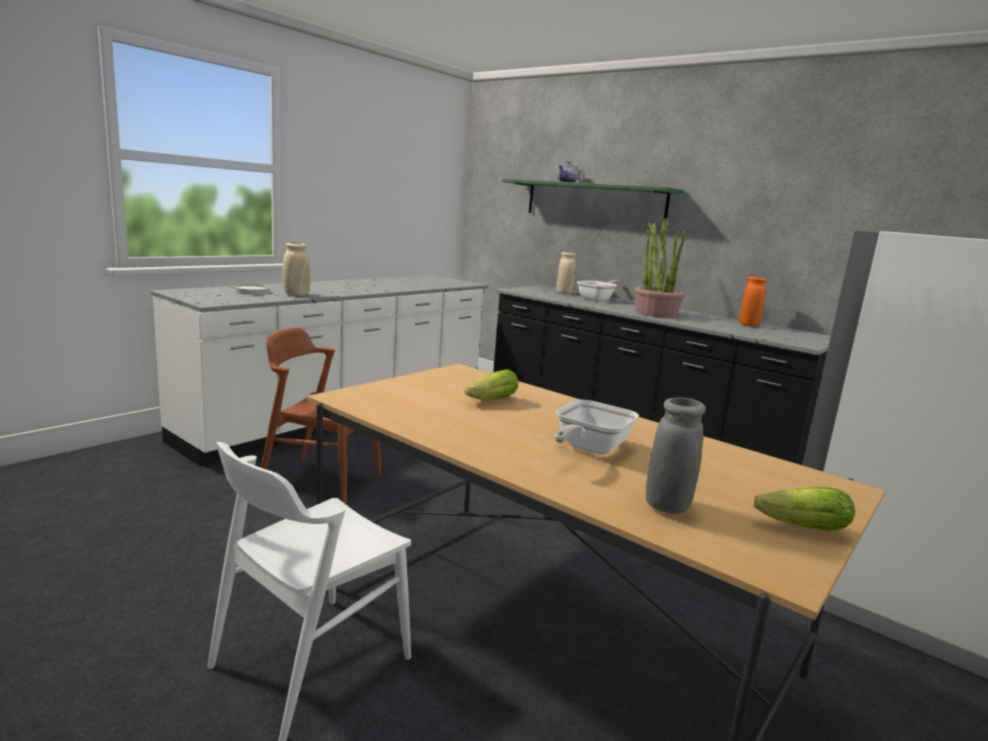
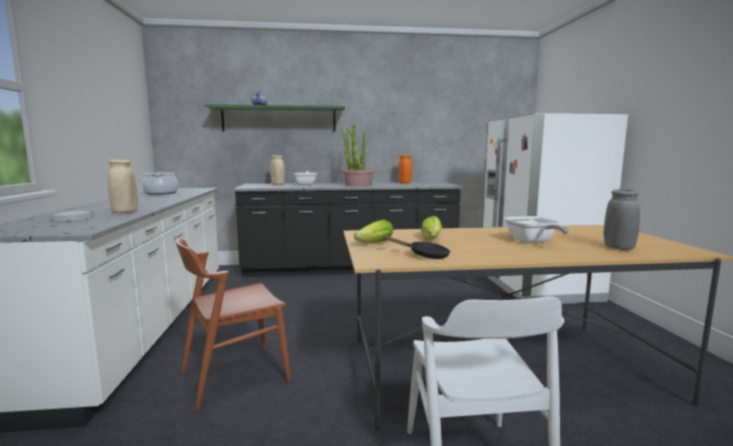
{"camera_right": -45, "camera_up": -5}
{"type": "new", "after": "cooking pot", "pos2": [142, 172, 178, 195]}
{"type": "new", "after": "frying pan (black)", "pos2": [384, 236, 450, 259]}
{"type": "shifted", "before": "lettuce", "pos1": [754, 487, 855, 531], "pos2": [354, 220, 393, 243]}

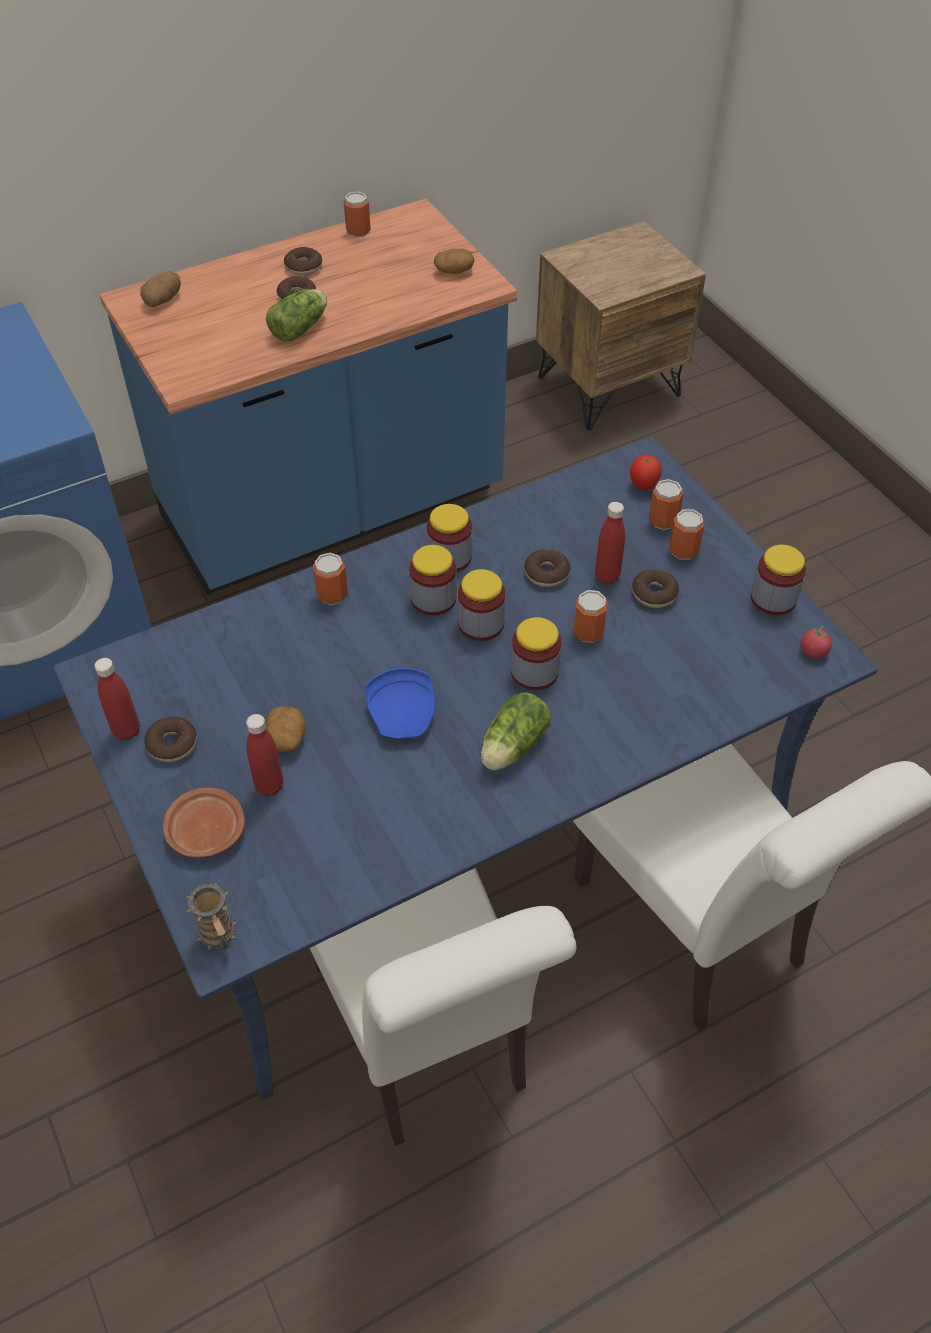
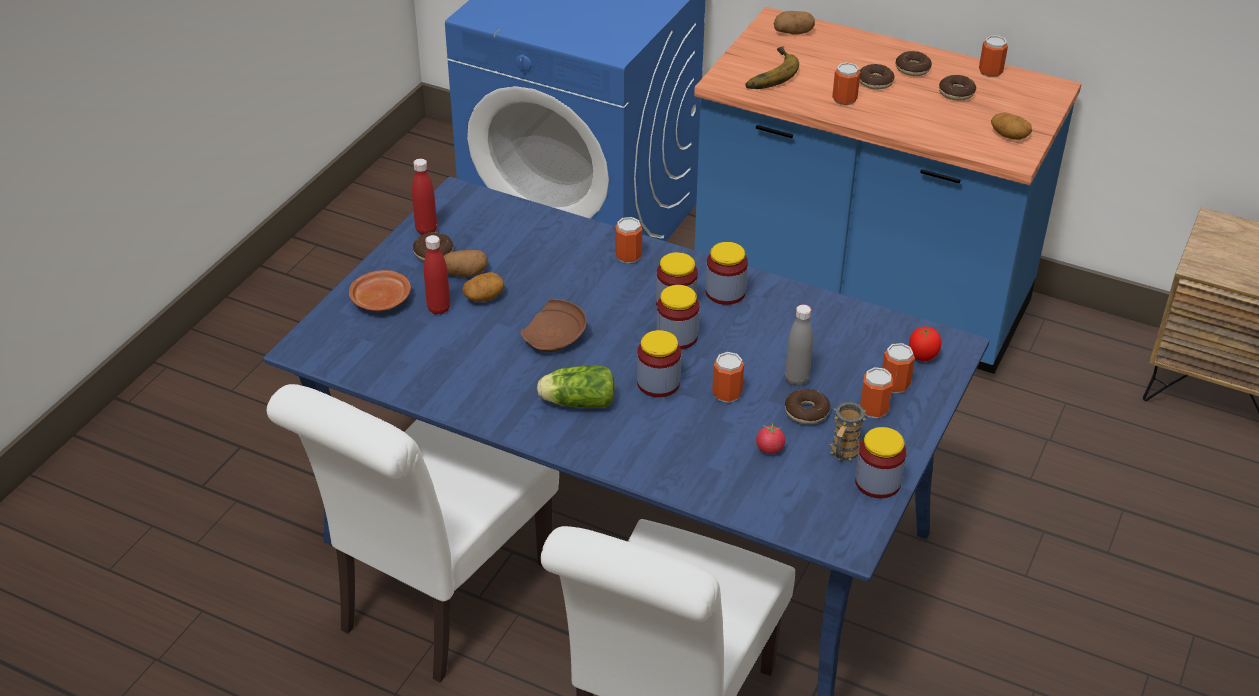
{"camera_right": 55, "camera_up": -10}
{"type": "new", "after": "potato", "pos2": [444, 250, 488, 277]}
{"type": "new", "after": "banana", "pos2": [745, 47, 799, 89]}
{"type": "shifted", "before": "mug", "pos1": [186, 883, 236, 950], "pos2": [830, 402, 866, 461]}
{"type": "shifted", "before": "donut", "pos1": [524, 549, 570, 587], "pos2": [939, 75, 976, 101]}
{"type": "shifted", "before": "tomato", "pos1": [800, 625, 832, 658], "pos2": [756, 422, 785, 454]}
{"type": "swapped", "before": "lettuce", "after": "can", "pos1": [266, 289, 327, 341], "pos2": [832, 62, 860, 106]}
{"type": "repainted", "before": "plate (blue)", "after": "plate (brown)", "pos1": [365, 668, 435, 739], "pos2": [520, 299, 587, 352]}
{"type": "repainted", "before": "bottle (red)", "after": "bottle (grey)", "pos1": [595, 502, 625, 584], "pos2": [785, 305, 813, 386]}

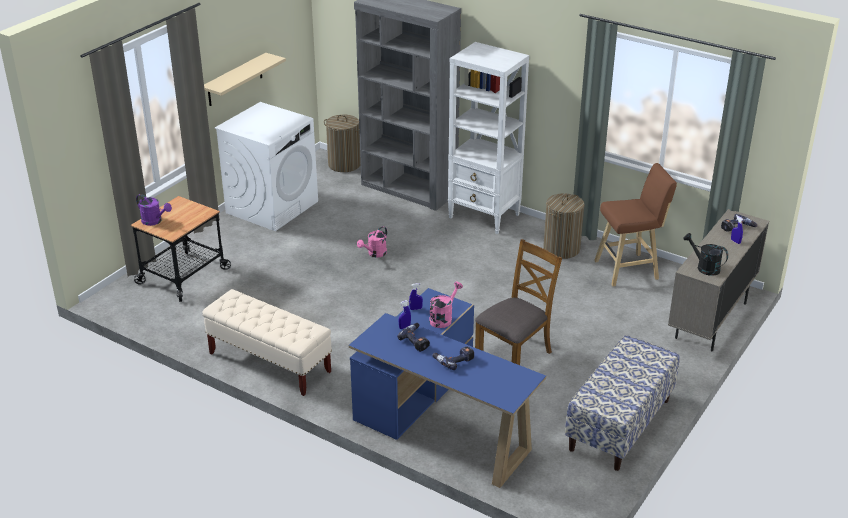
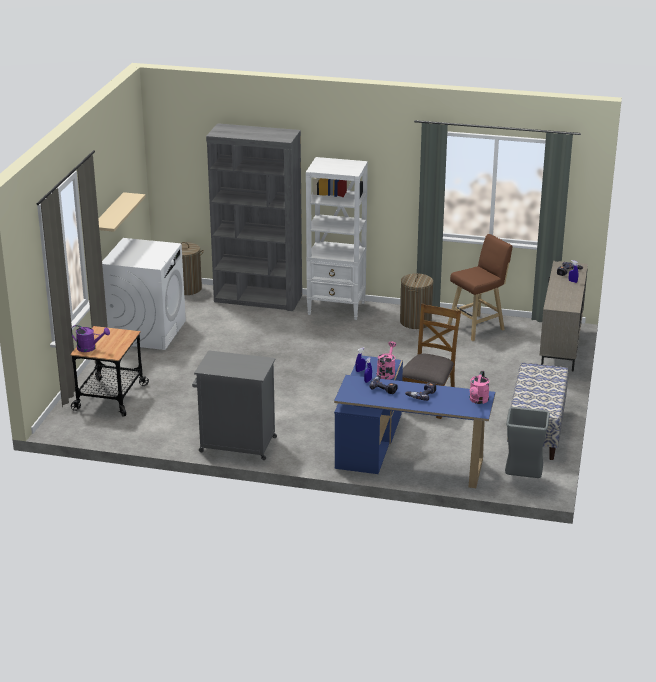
{"camera_right": -20, "camera_up": -5}
{"type": "gone", "before": "watering can (black)", "pos1": [683, 233, 728, 276]}
{"type": "new", "after": "trash can (grey)", "pos2": [505, 407, 550, 478]}
{"type": "shifted", "before": "watering can (pink)", "pos1": [357, 226, 387, 257], "pos2": [470, 370, 490, 404]}
{"type": "swapped", "before": "bench (beige)", "after": "cabinet (grey)", "pos1": [202, 289, 332, 396], "pos2": [192, 350, 277, 460]}

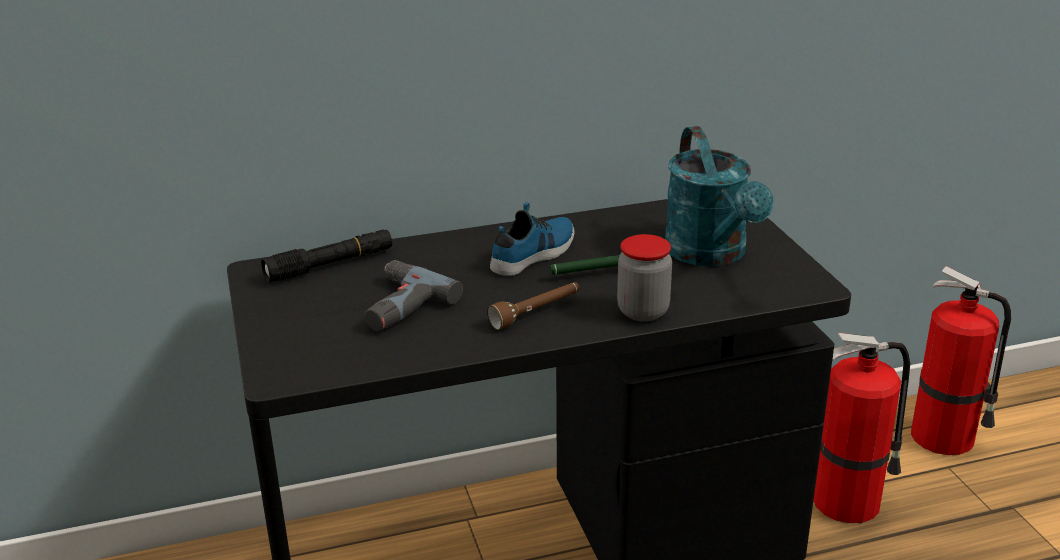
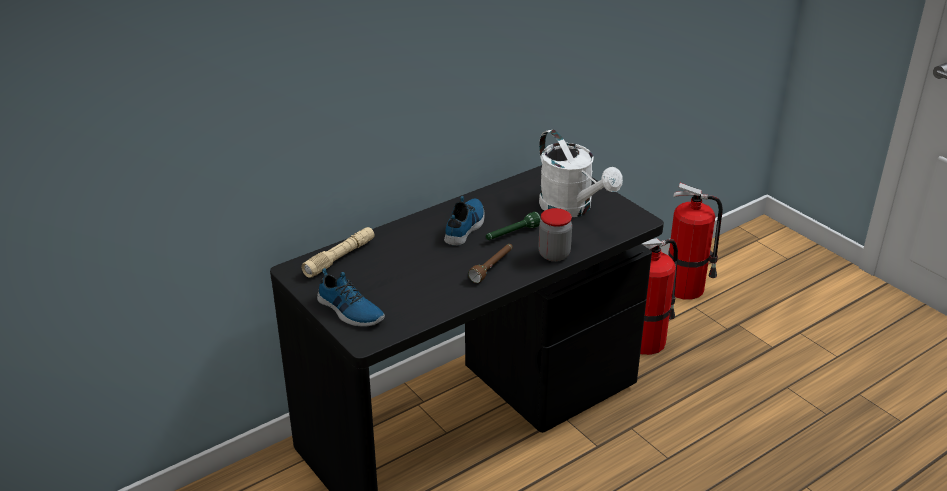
{"camera_right": -20, "camera_up": 5}
{"type": "gone", "before": "power drill", "pos1": [365, 260, 463, 332]}
{"type": "new", "after": "shoe", "pos2": [317, 268, 385, 327]}
{"type": "repainted", "before": "flashlight (black)", "after": "flashlight (beige)", "pos1": [261, 229, 392, 282], "pos2": [301, 227, 375, 278]}
{"type": "repainted", "before": "watering can (turquoise)", "after": "watering can (white)", "pos1": [665, 126, 773, 267], "pos2": [539, 129, 623, 217]}

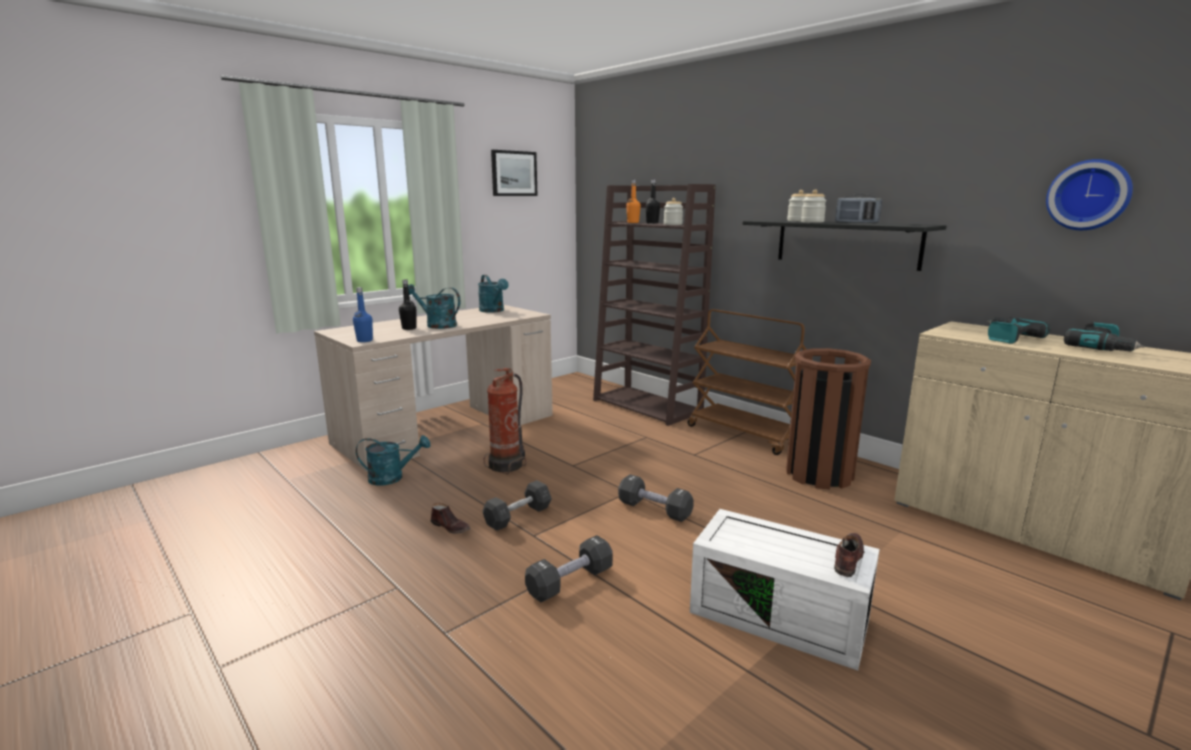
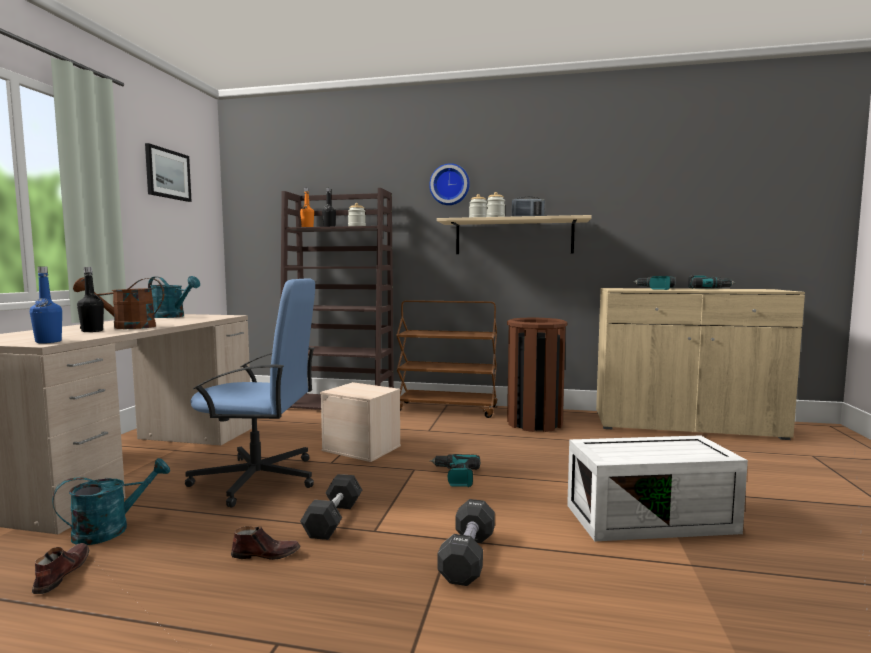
{"camera_right": -35, "camera_up": -10}
{"type": "new", "after": "storage box (beige)", "pos2": [320, 382, 401, 462]}
{"type": "shifted", "before": "shoe (brown)", "pos1": [834, 533, 864, 577], "pos2": [32, 543, 89, 594]}
{"type": "shifted", "before": "wall clock", "pos1": [1046, 159, 1133, 230], "pos2": [429, 163, 470, 205]}
{"type": "swapped", "before": "fire extinguisher", "after": "office chair (blue)", "pos1": [484, 368, 526, 474], "pos2": [184, 279, 315, 508]}
{"type": "swapped", "before": "dumbbell (black)", "after": "power drill", "pos1": [618, 474, 694, 522], "pos2": [430, 454, 480, 487]}
{"type": "repainted", "before": "watering can (turquoise)", "after": "watering can (brown)", "pos1": [408, 284, 460, 329], "pos2": [73, 277, 164, 329]}
{"type": "repainted", "before": "shelf (black)", "after": "shelf (beige)", "pos1": [743, 220, 947, 271], "pos2": [437, 215, 592, 254]}

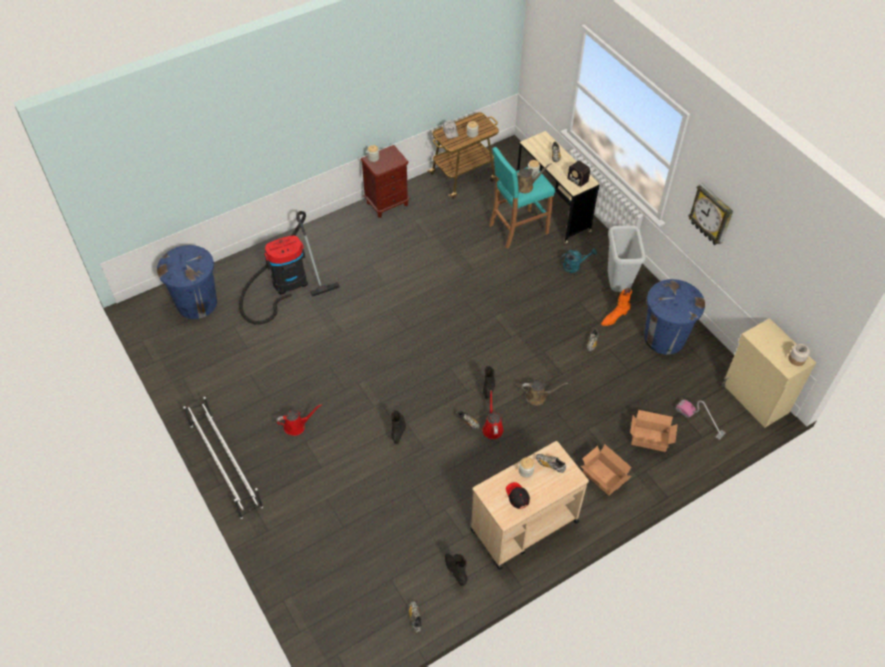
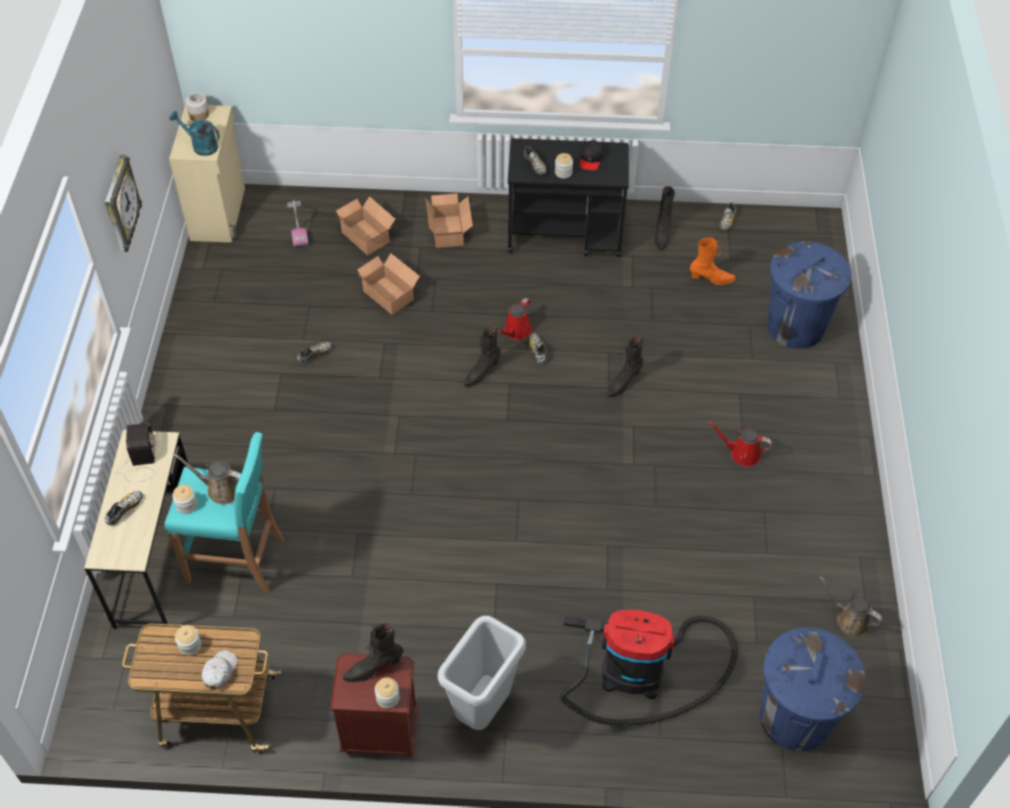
{"camera_right": -145, "camera_up": 0}
{"type": "gone", "before": "shoe rack (white)", "pos1": [183, 397, 263, 519]}
{"type": "new", "after": "boot (black)", "pos2": [342, 623, 404, 682]}
{"type": "new", "after": "cardboard box", "pos2": [357, 253, 420, 315]}
{"type": "shifted", "before": "watering can (brown)", "pos1": [521, 380, 568, 406], "pos2": [820, 576, 883, 637]}
{"type": "shifted", "before": "watering can (turquoise)", "pos1": [560, 248, 597, 273], "pos2": [169, 111, 219, 156]}
{"type": "shifted", "before": "boot (orange)", "pos1": [601, 288, 632, 326], "pos2": [690, 237, 736, 285]}
{"type": "shifted", "before": "trash can (grey)", "pos1": [608, 226, 646, 292], "pos2": [438, 616, 526, 730]}
{"type": "shifted", "before": "trash can (blue)", "pos1": [644, 279, 705, 354], "pos2": [767, 242, 852, 349]}
{"type": "repainted", "before": "cart (beige)", "after": "cart (black)", "pos1": [470, 441, 589, 570], "pos2": [507, 138, 629, 257]}

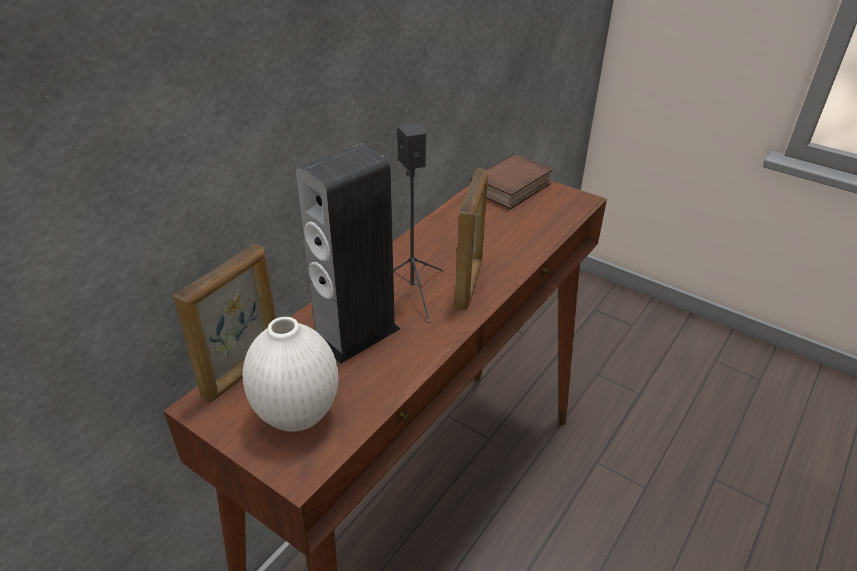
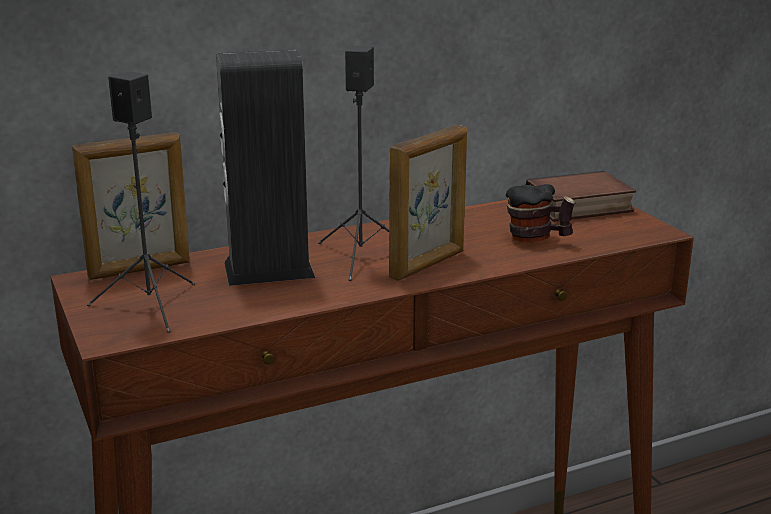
{"camera_right": 30, "camera_up": -15}
{"type": "new", "after": "mug", "pos2": [506, 184, 576, 243]}
{"type": "swapped", "before": "vase (white)", "after": "speaker (black)", "pos1": [243, 317, 339, 432], "pos2": [87, 71, 195, 333]}

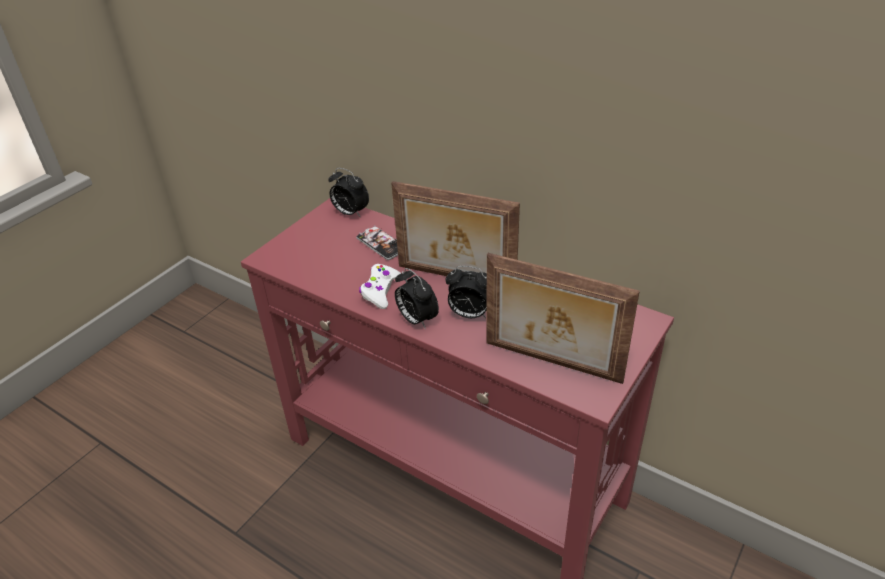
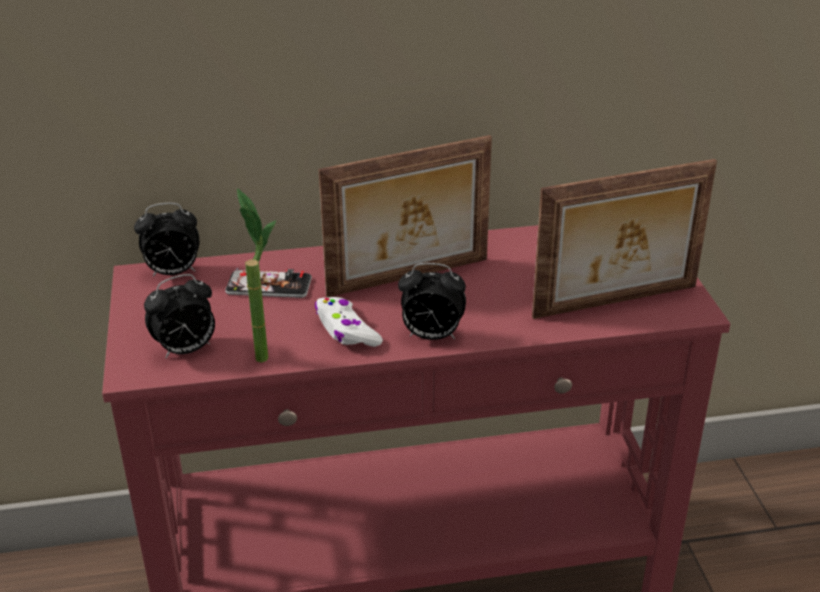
{"camera_right": -45, "camera_up": -5}
{"type": "new", "after": "potted plant", "pos2": [237, 188, 276, 363]}
{"type": "shifted", "before": "alarm clock", "pos1": [445, 266, 487, 318], "pos2": [144, 274, 215, 359]}

